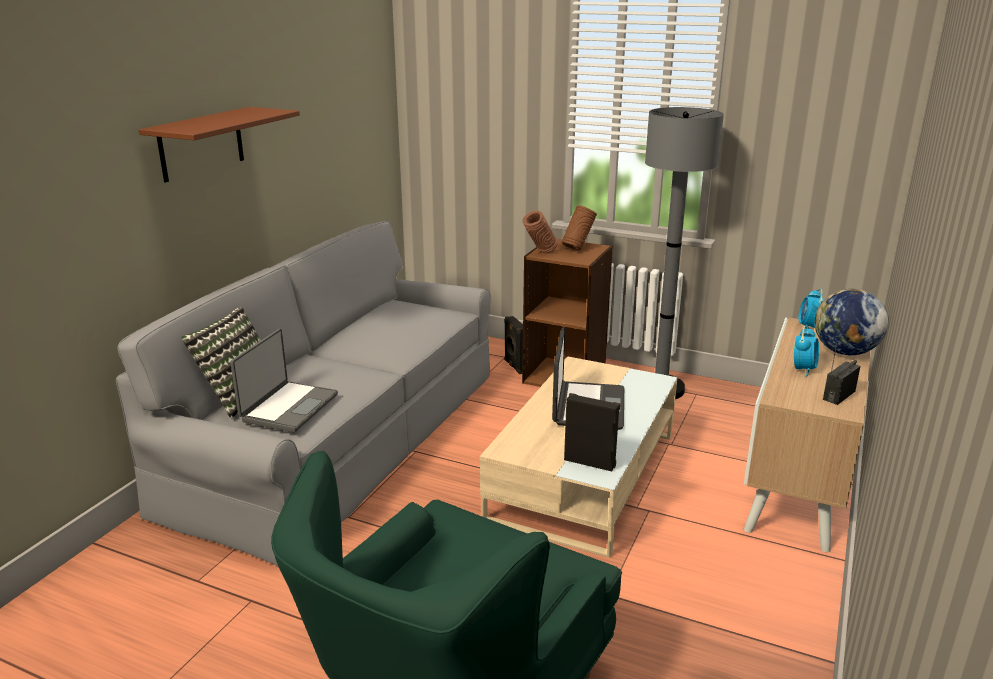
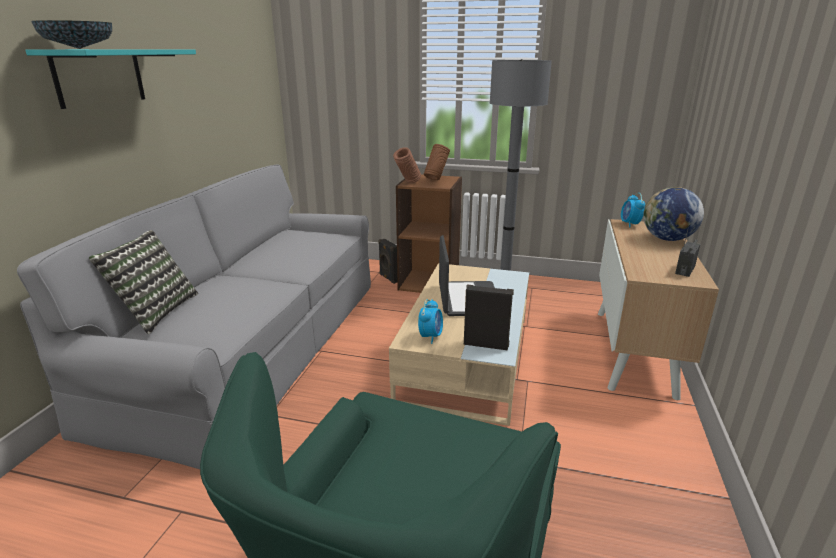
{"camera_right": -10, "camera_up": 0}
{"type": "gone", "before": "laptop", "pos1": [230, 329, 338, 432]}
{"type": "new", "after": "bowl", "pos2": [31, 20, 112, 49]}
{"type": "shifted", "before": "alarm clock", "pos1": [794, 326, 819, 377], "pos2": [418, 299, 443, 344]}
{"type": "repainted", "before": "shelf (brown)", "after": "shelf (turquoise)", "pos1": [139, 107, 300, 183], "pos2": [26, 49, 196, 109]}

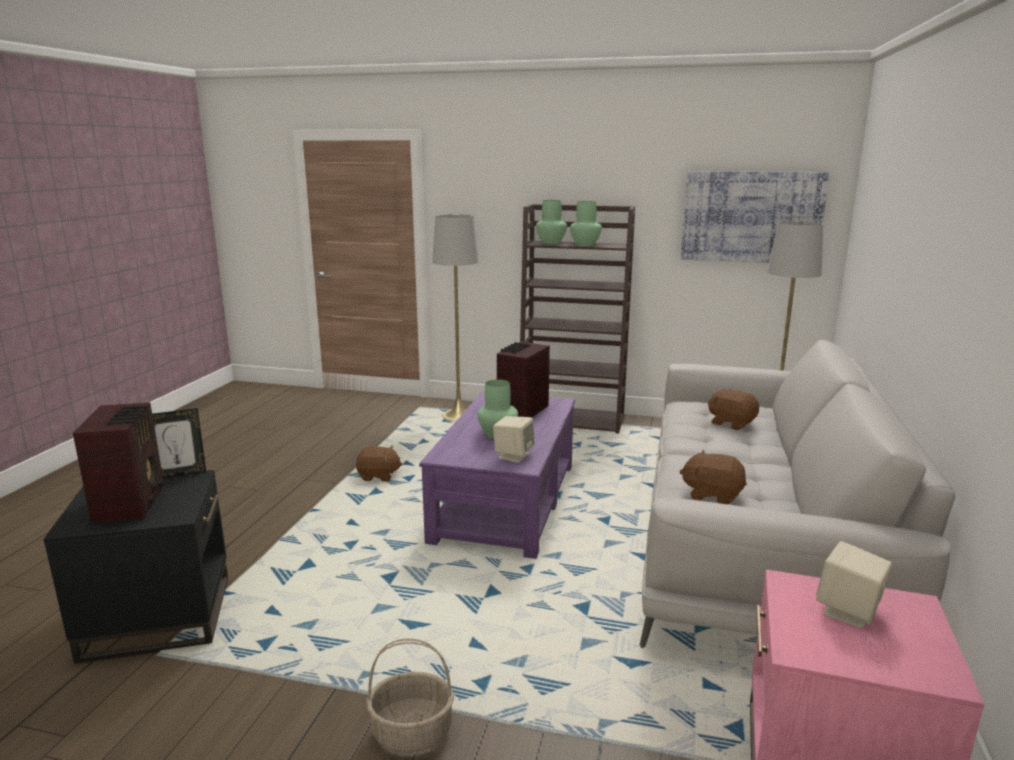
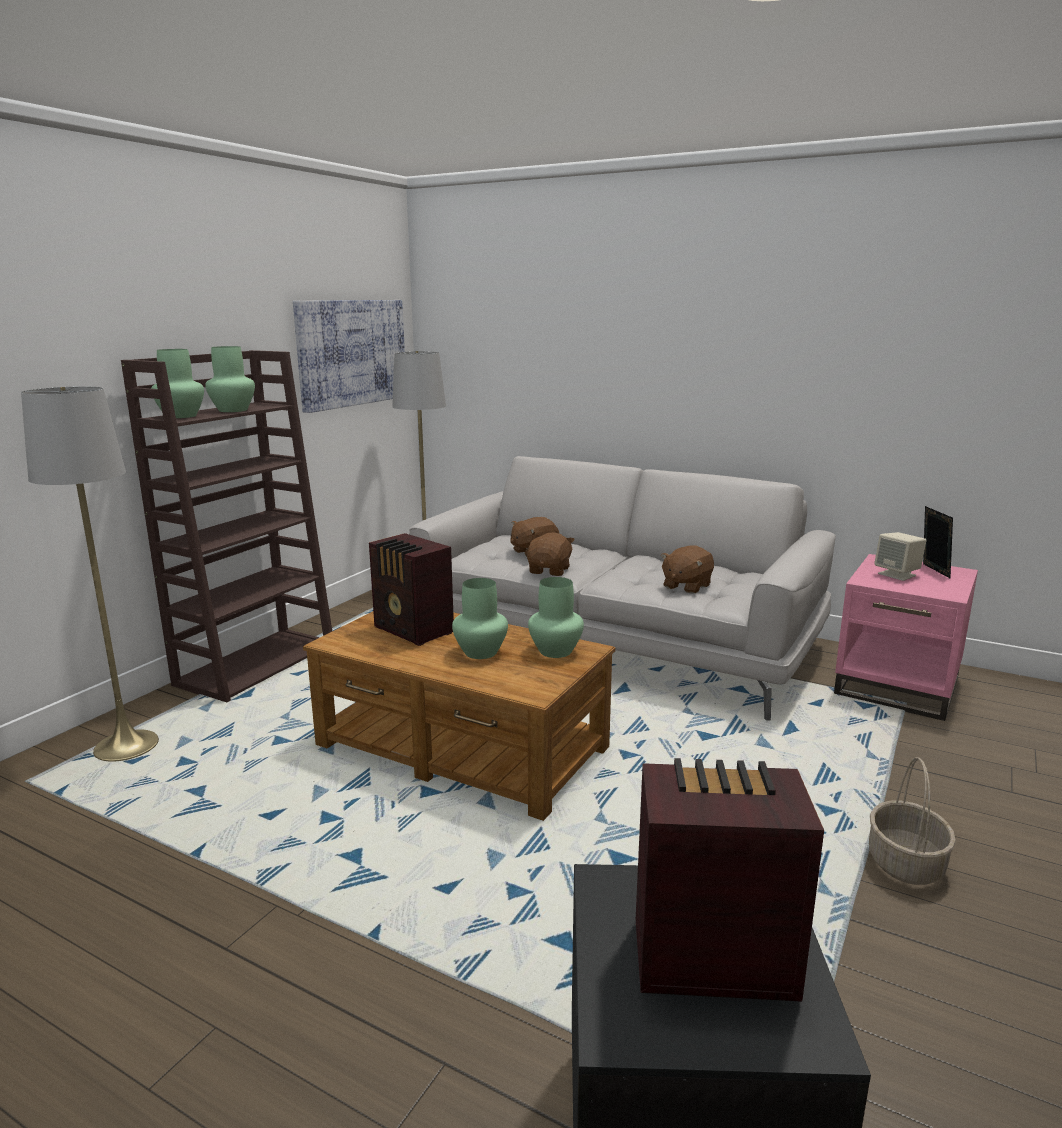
{"camera_right": -75, "camera_up": 0}
{"type": "shifted", "before": "picture frame", "pos1": [152, 408, 206, 479], "pos2": [923, 506, 953, 578]}
{"type": "shifted", "before": "plush toy (brown)", "pos1": [356, 445, 402, 481], "pos2": [527, 532, 575, 576]}
{"type": "swapped", "before": "speaker (beige)", "after": "vase (green)", "pos1": [493, 416, 535, 463], "pos2": [528, 577, 584, 658]}
{"type": "repainted", "before": "coffee table (purple)", "after": "coffee table (brown)", "pos1": [419, 391, 575, 559], "pos2": [303, 611, 616, 821]}

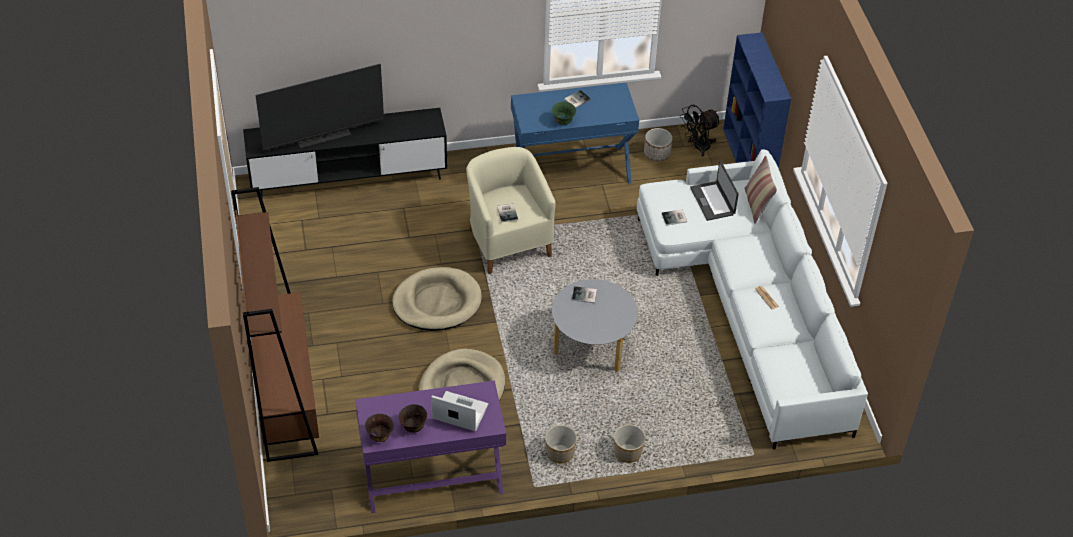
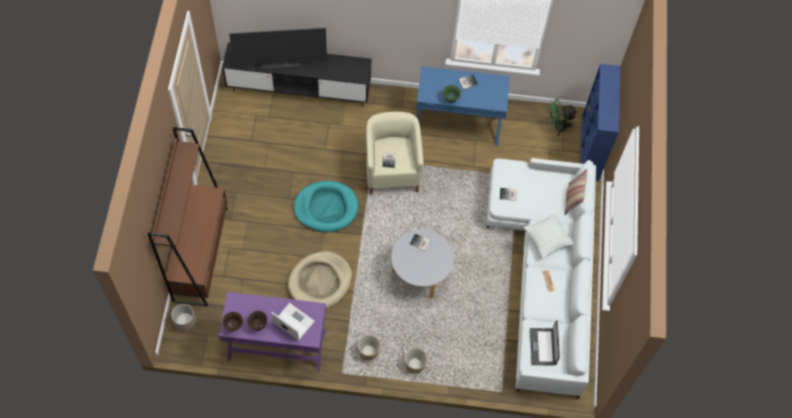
{"camera_right": 15, "camera_up": 15}
{"type": "new", "after": "pillow", "pos2": [524, 213, 573, 258]}
{"type": "shifted", "before": "planter", "pos1": [644, 128, 672, 162], "pos2": [171, 304, 196, 331]}
{"type": "shifted", "before": "laptop", "pos1": [690, 161, 739, 221], "pos2": [530, 320, 560, 366]}
{"type": "repainted", "before": "dog bed (beige)", "after": "dog bed (turquoise)", "pos1": [392, 267, 482, 331], "pos2": [294, 181, 358, 232]}
{"type": "repainted", "before": "fan (black)", "after": "fan (green)", "pos1": [680, 105, 721, 157], "pos2": [548, 99, 577, 136]}

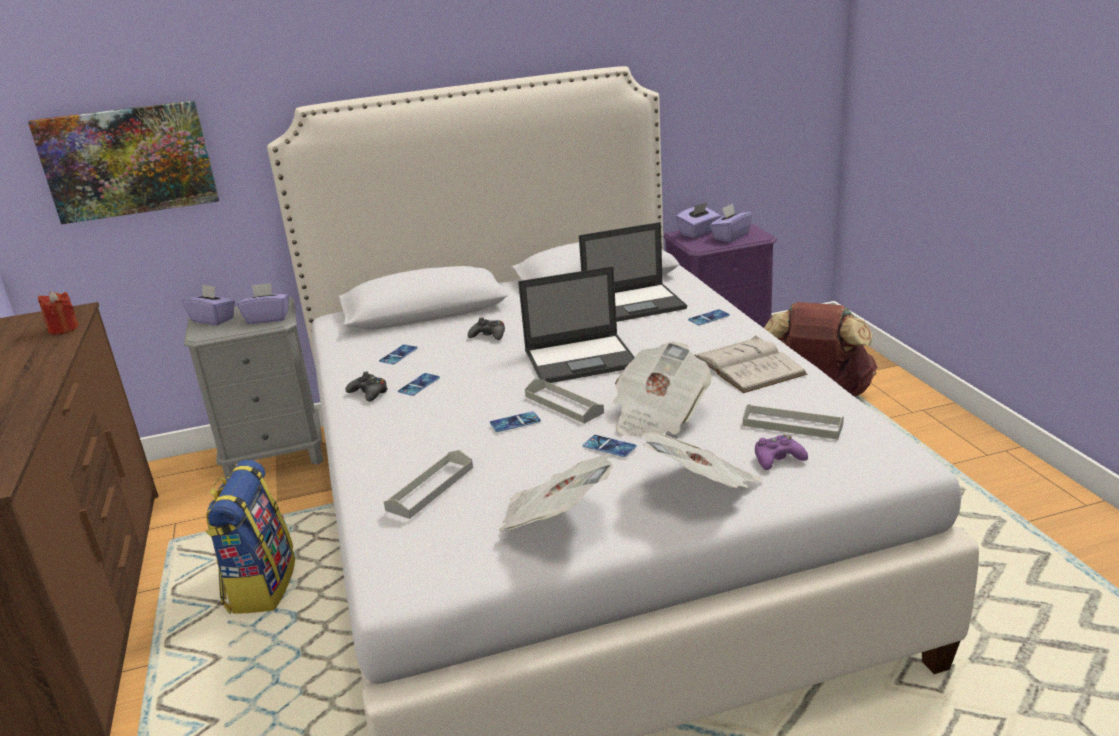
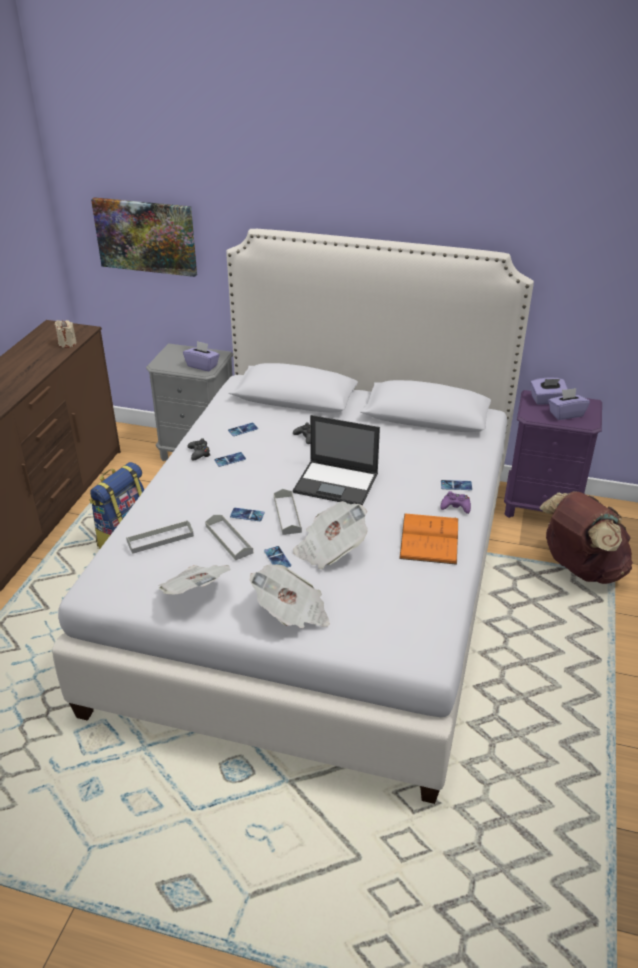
{"camera_right": 30, "camera_up": 10}
{"type": "gone", "before": "tissue box (purple)", "pos1": [182, 284, 235, 325]}
{"type": "gone", "before": "laptop", "pos1": [579, 222, 687, 322]}
{"type": "shifted", "before": "tray (grey)", "pos1": [743, 404, 844, 440], "pos2": [205, 515, 253, 560]}
{"type": "shifted", "before": "game controller (purple)", "pos1": [755, 435, 808, 470], "pos2": [440, 491, 471, 514]}
{"type": "repainted", "before": "candle (red)", "after": "candle (beige)", "pos1": [38, 291, 79, 335], "pos2": [55, 320, 77, 348]}
{"type": "repainted", "before": "book (white)", "after": "book (orange)", "pos1": [695, 335, 808, 393], "pos2": [399, 513, 458, 565]}

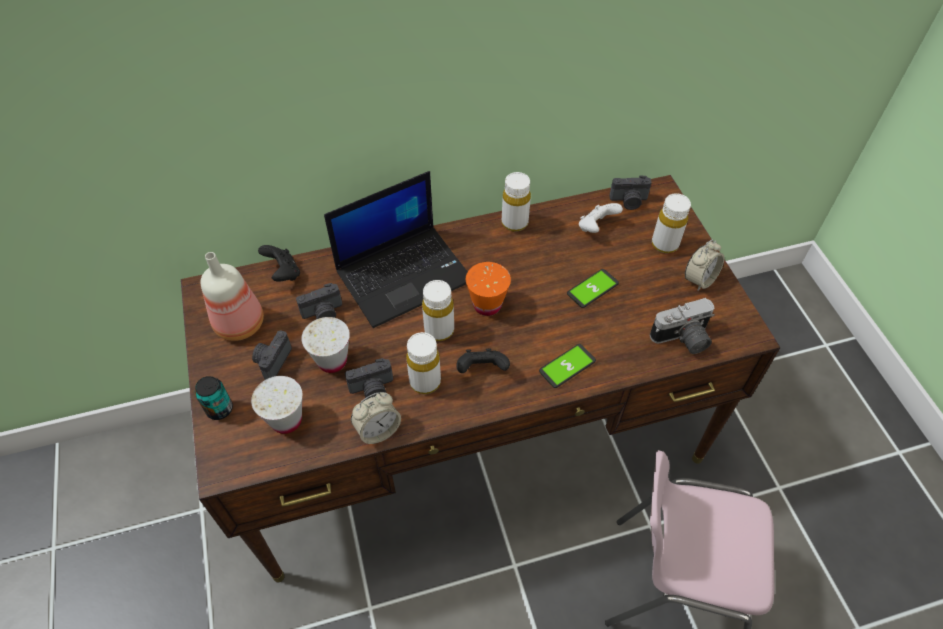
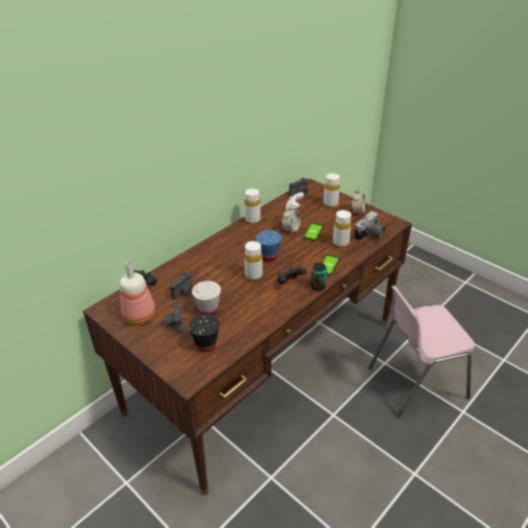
{"camera_right": -30, "camera_up": -15}
{"type": "gone", "before": "laptop", "pos1": [324, 171, 467, 328]}
{"type": "gone", "before": "photo camera", "pos1": [345, 358, 393, 398]}
{"type": "shifted", "before": "can", "pos1": [195, 376, 233, 420], "pos2": [311, 263, 327, 291]}
{"type": "shifted", "before": "alarm clock", "pos1": [351, 392, 401, 445], "pos2": [282, 204, 301, 235]}
{"type": "shifted", "before": "bottle (white)", "pos1": [406, 332, 441, 394], "pos2": [333, 210, 351, 248]}
{"type": "repainted", "before": "cup (white)", "after": "cup (black)", "pos1": [251, 376, 302, 434], "pos2": [188, 314, 220, 352]}
{"type": "repainted", "before": "cup (orange)", "after": "cup (blue)", "pos1": [466, 262, 511, 316], "pos2": [256, 230, 282, 262]}

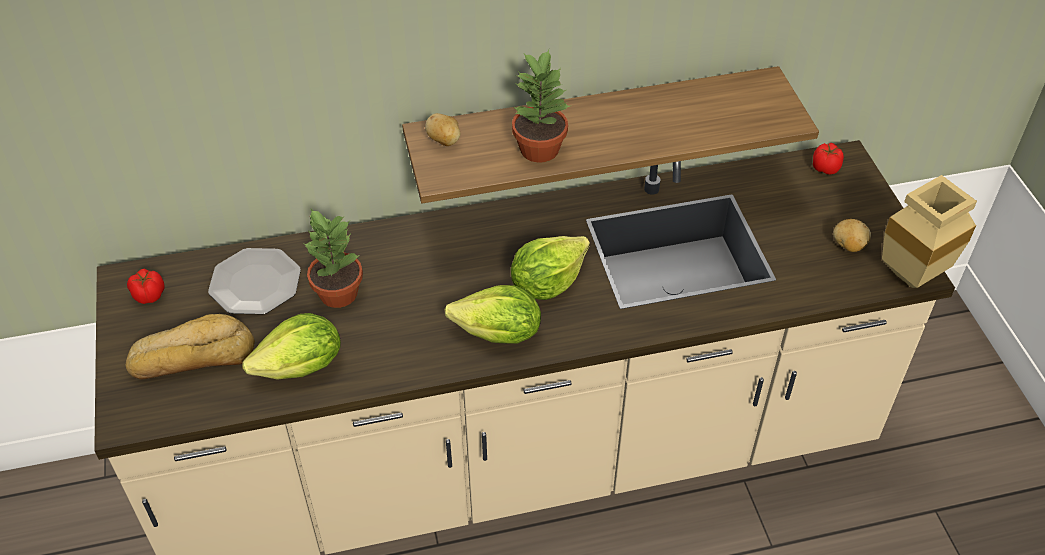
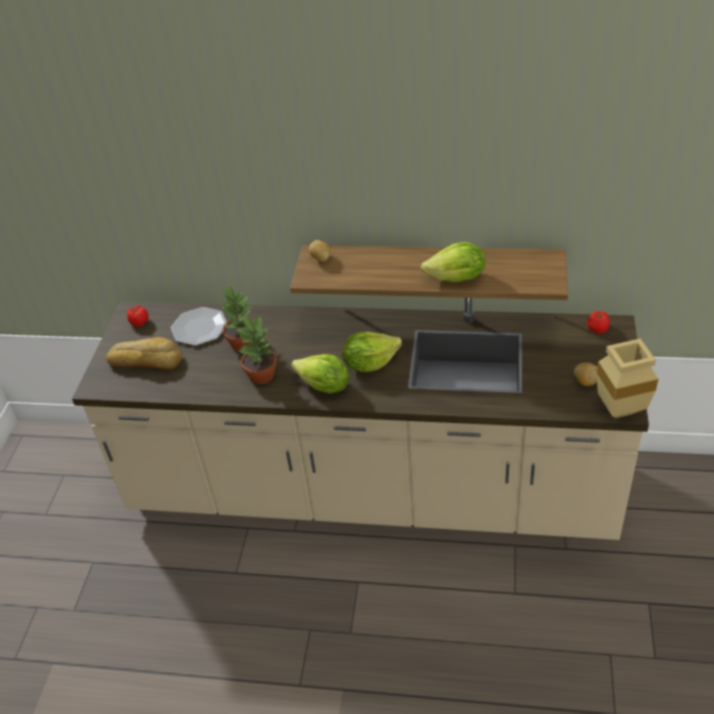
{"camera_right": 25, "camera_up": -5}
{"type": "shifted", "before": "lettuce", "pos1": [242, 313, 341, 380], "pos2": [421, 242, 486, 282]}
{"type": "shifted", "before": "potted plant", "pos1": [512, 50, 570, 163], "pos2": [235, 316, 277, 384]}

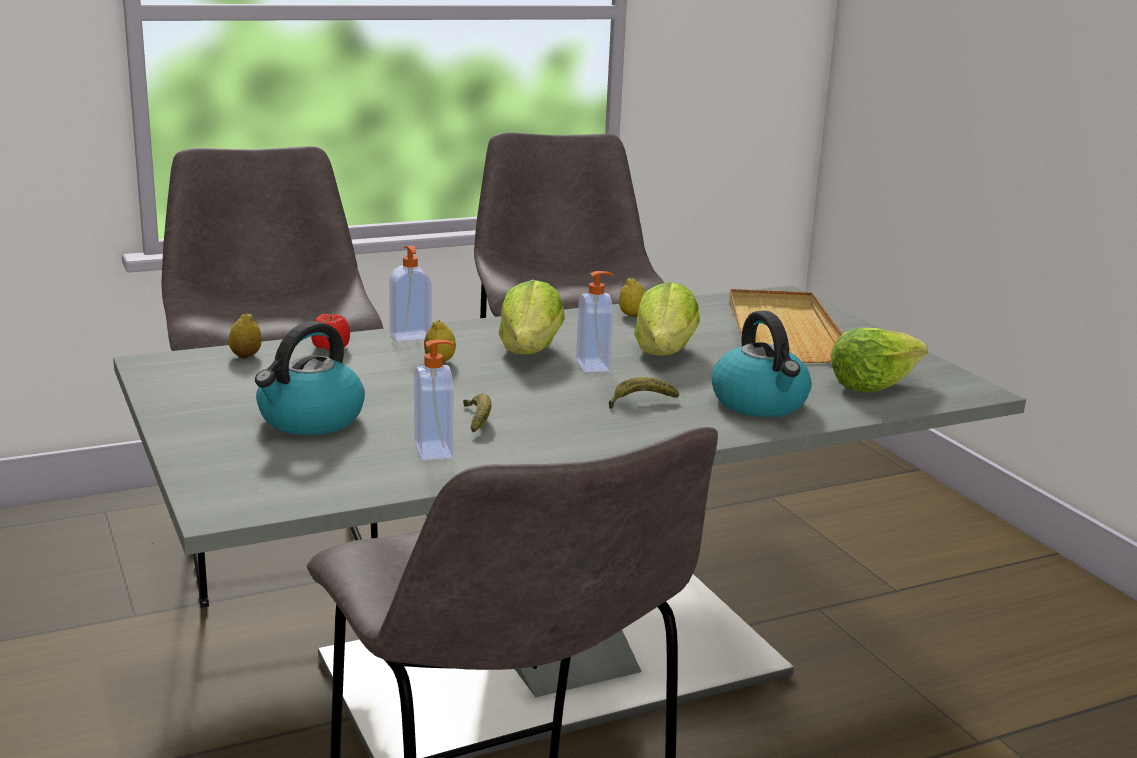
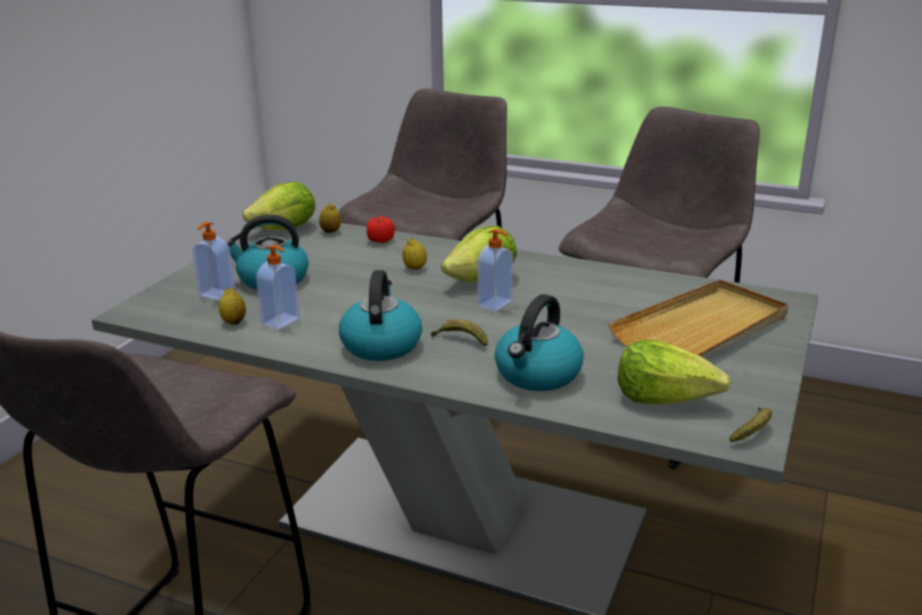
{"camera_right": 50, "camera_up": 5}
{"type": "new", "after": "kettle", "pos2": [339, 270, 422, 361]}
{"type": "shifted", "before": "soap dispenser", "pos1": [389, 246, 432, 341], "pos2": [193, 222, 236, 301]}
{"type": "shifted", "before": "banana", "pos1": [463, 393, 491, 432], "pos2": [729, 408, 772, 442]}
{"type": "shifted", "before": "lemon", "pos1": [619, 278, 645, 317], "pos2": [219, 288, 246, 325]}
{"type": "shifted", "before": "lettuce", "pos1": [634, 282, 700, 356], "pos2": [242, 182, 315, 230]}

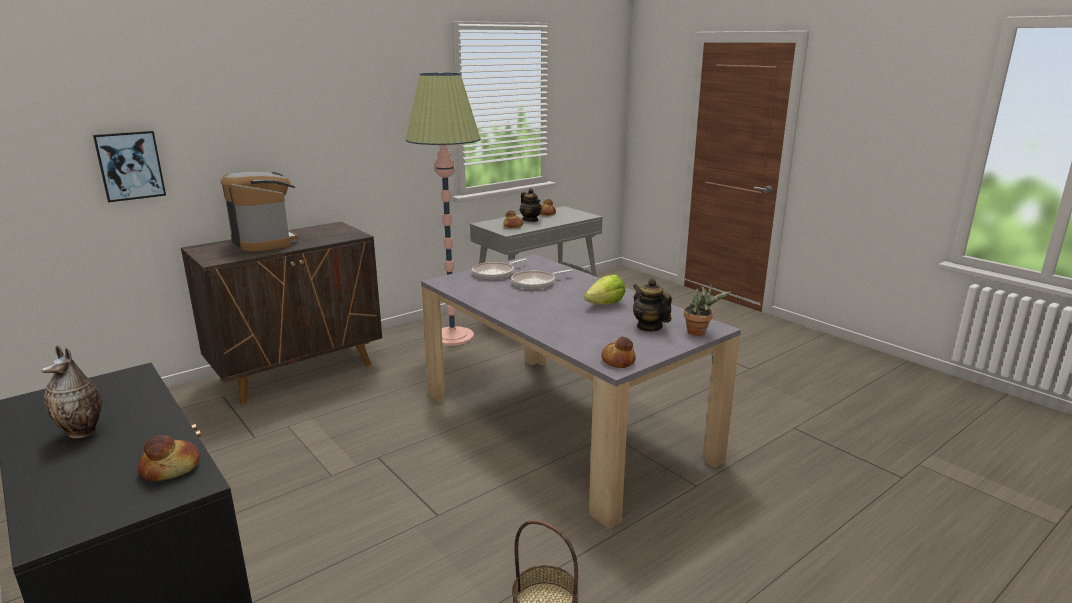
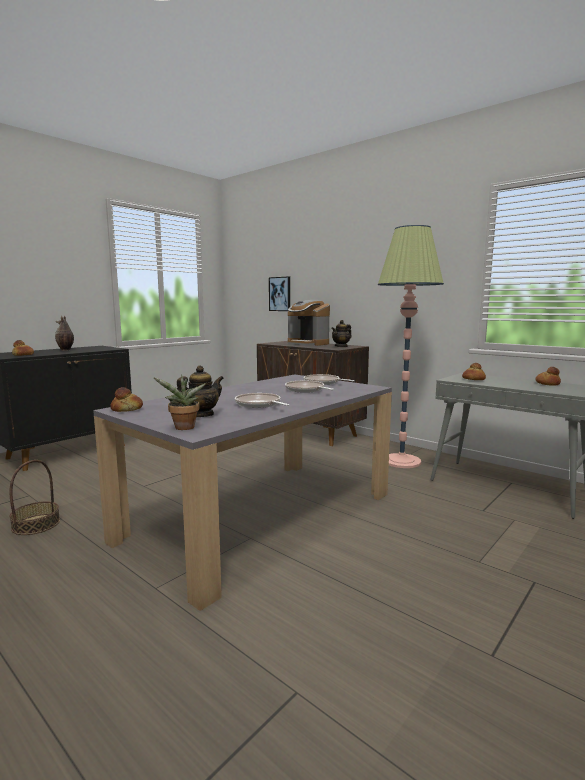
{"camera_right": 80, "camera_up": -10}
{"type": "shifted", "before": "teapot", "pos1": [520, 188, 542, 222], "pos2": [331, 320, 352, 347]}
{"type": "swapped", "before": "lettuce", "after": "frying pan", "pos1": [584, 274, 625, 304], "pos2": [235, 393, 289, 408]}
{"type": "rotated", "before": "coffee machine", "pos1": [220, 172, 298, 252], "pos2": [288, 300, 330, 346], "turn": 90}

